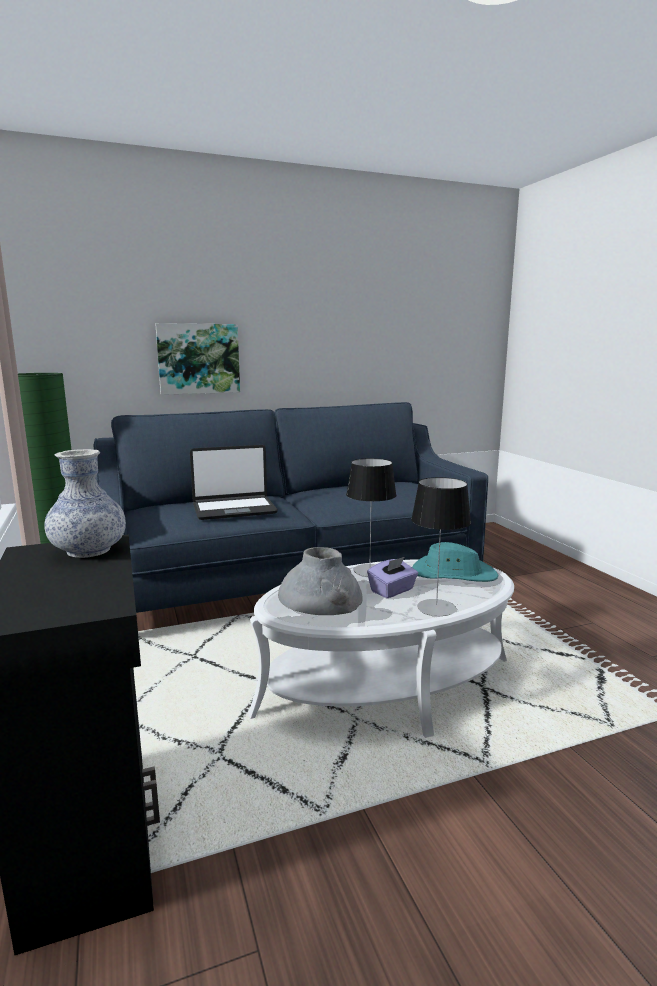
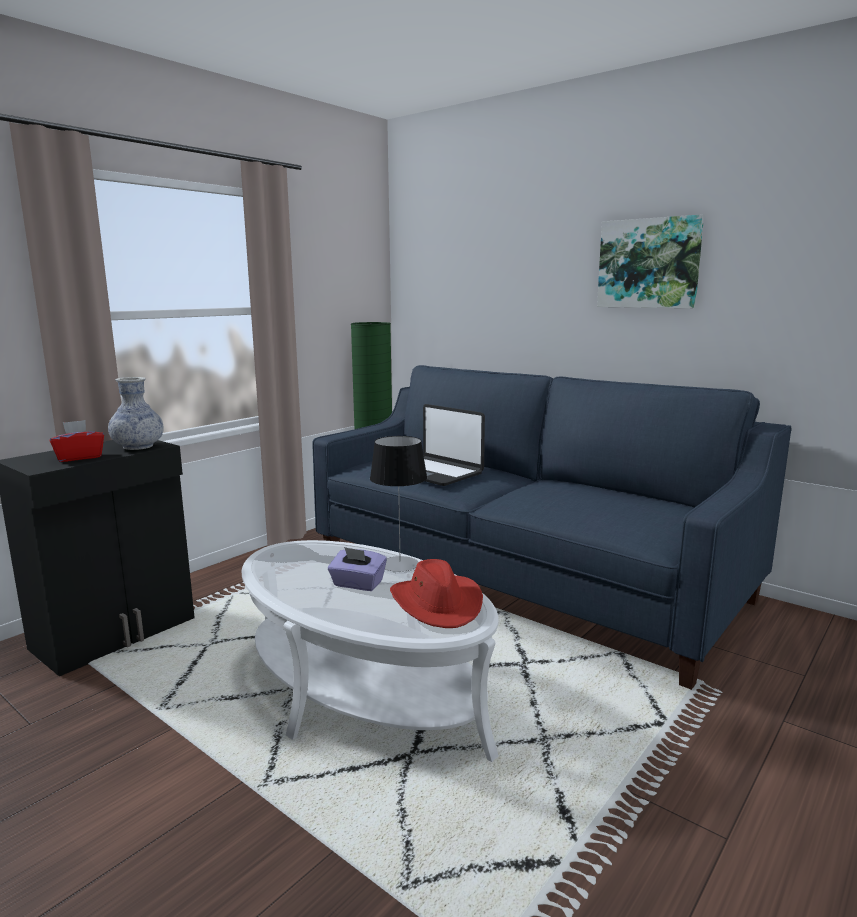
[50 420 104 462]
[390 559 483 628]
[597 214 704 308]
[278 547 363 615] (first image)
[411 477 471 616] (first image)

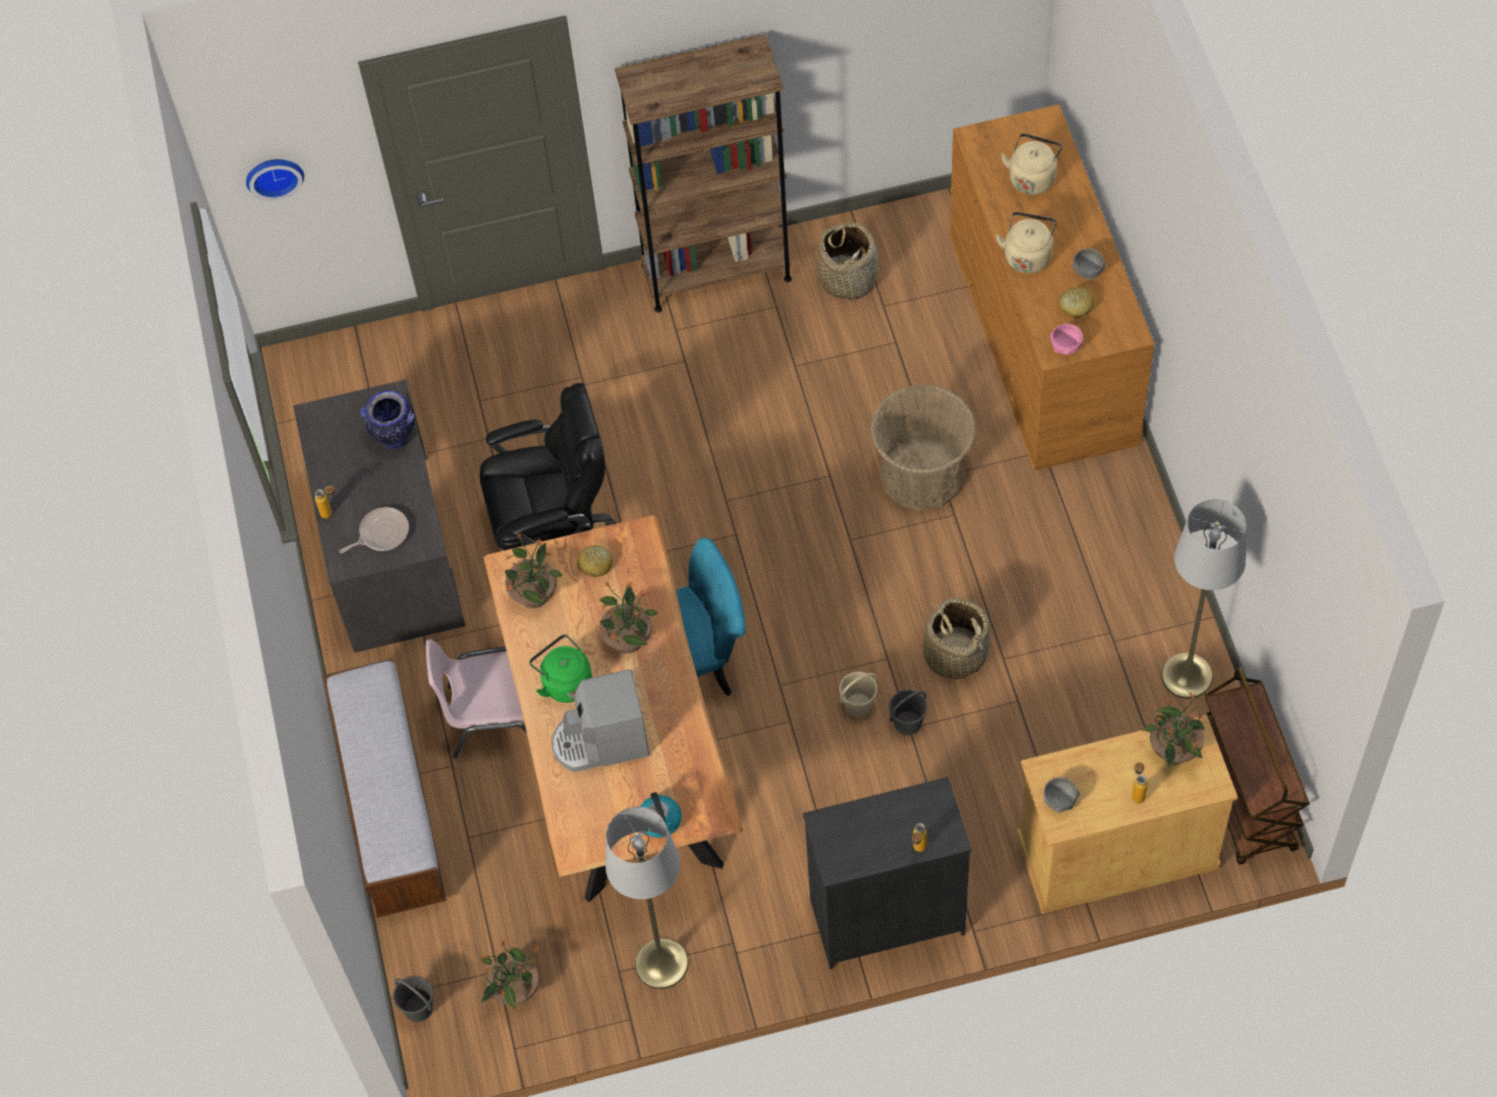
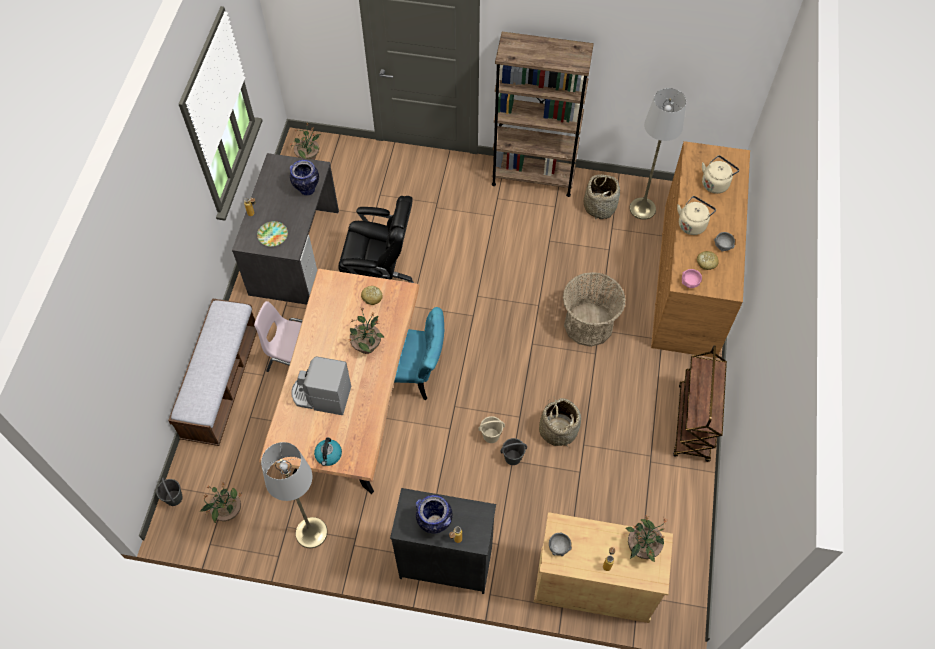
[257 221 288 247]
[290 122 321 160]
[416 495 453 533]
[629 88 686 220]
[673 346 727 462]
[246 159 304 200] (first image)
[529 634 592 703] (first image)

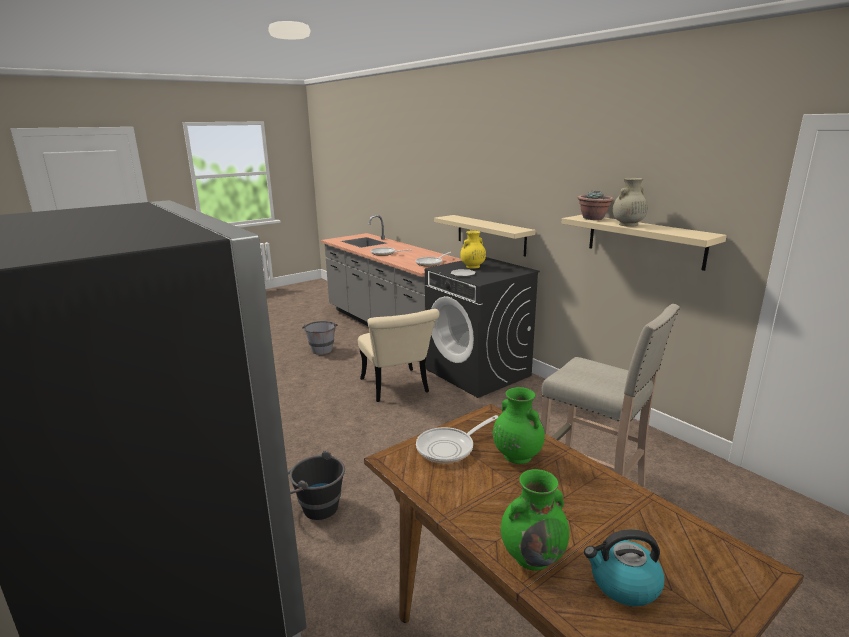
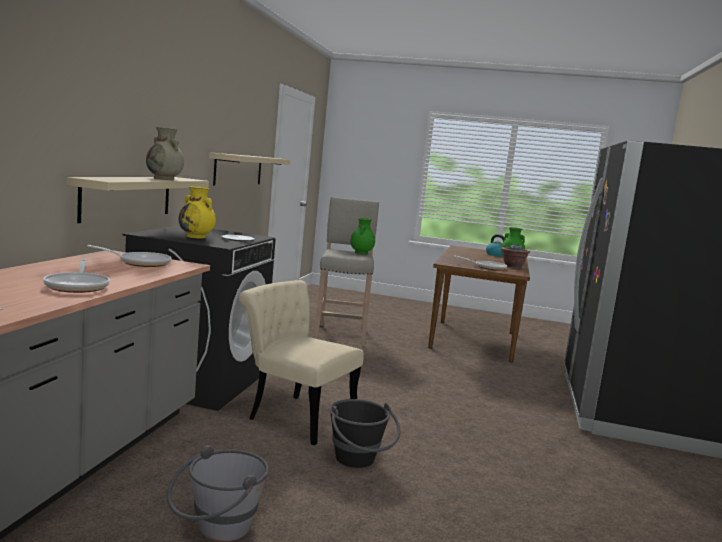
[146 127 184 180]
[239 280 364 445]
[329 399 400 468]
[350 218 375 254]
[501 244 530 268]

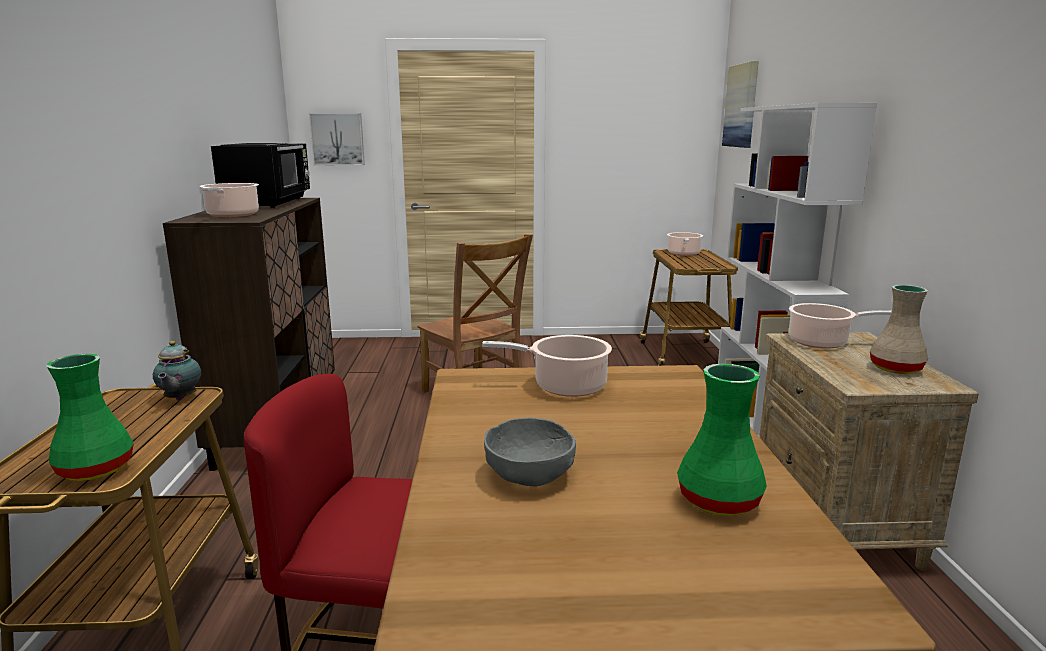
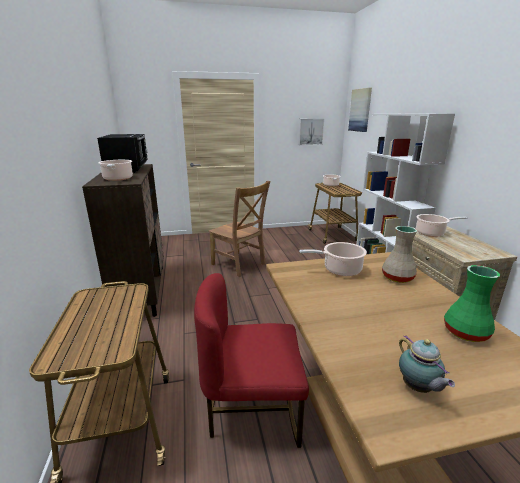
[298 119 324 145]
[382 226 417 283]
[399 335 455 393]
[46 354 134 481] (first image)
[484 418 576 487] (first image)

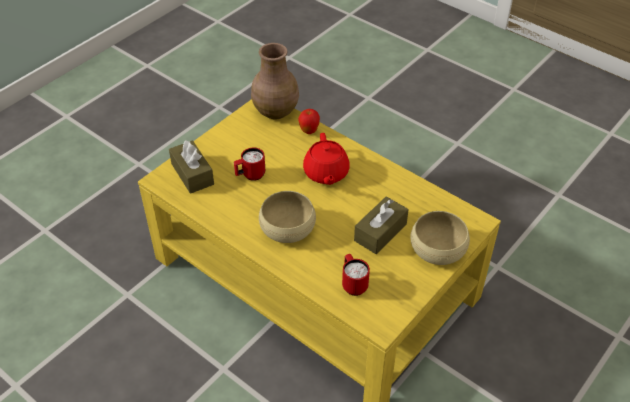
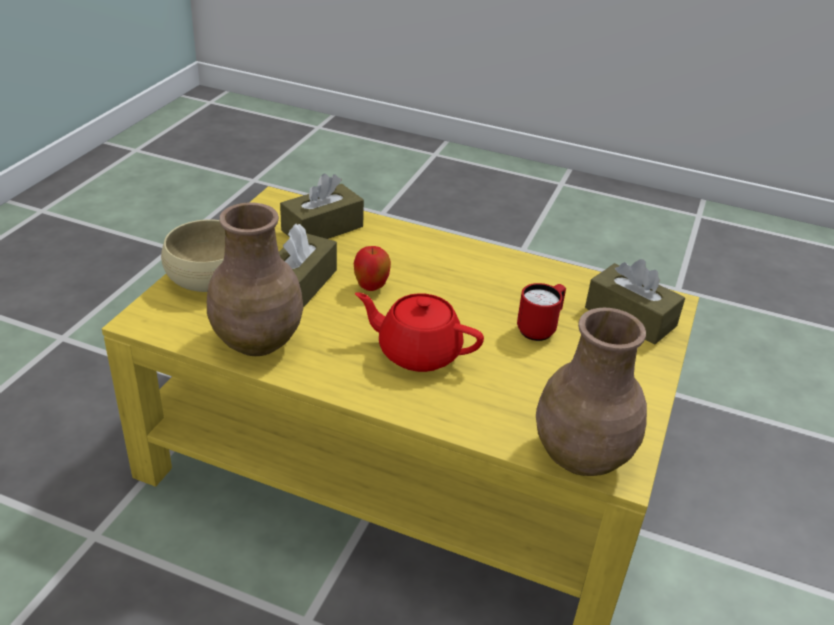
[207 202 303 356]
[280 174 364 239]
[354 246 391 291]
[355 292 484 372]
[259 191 316 243] (first image)

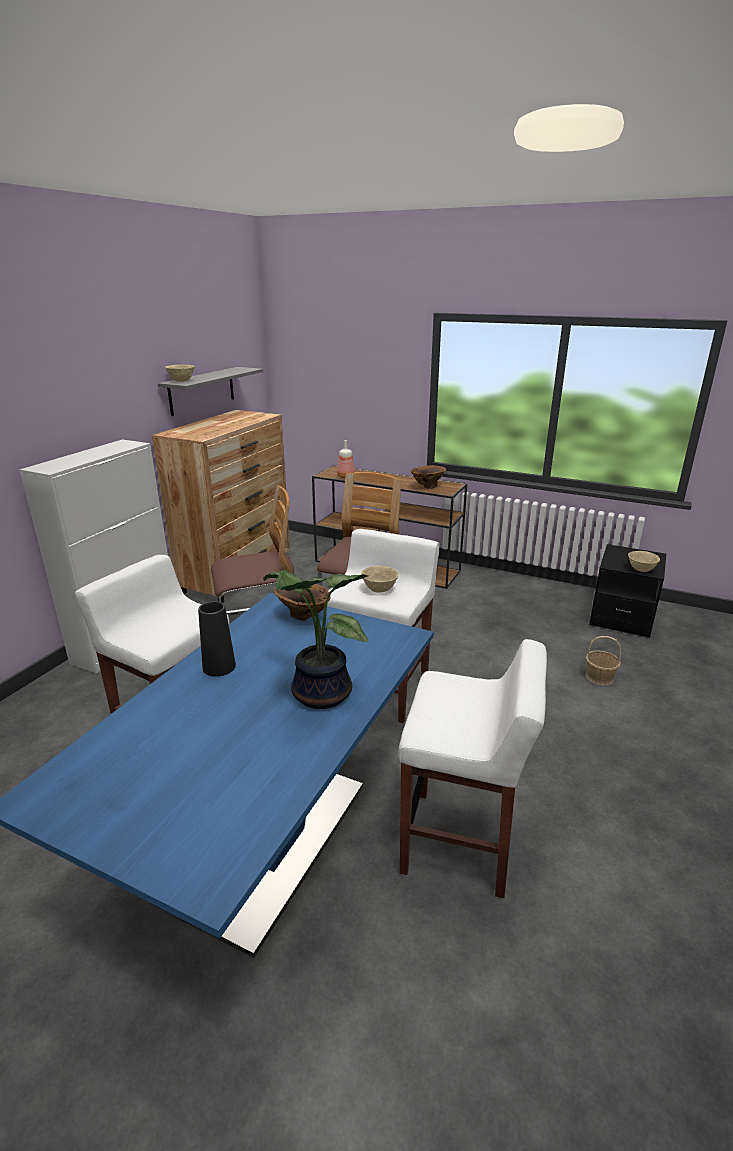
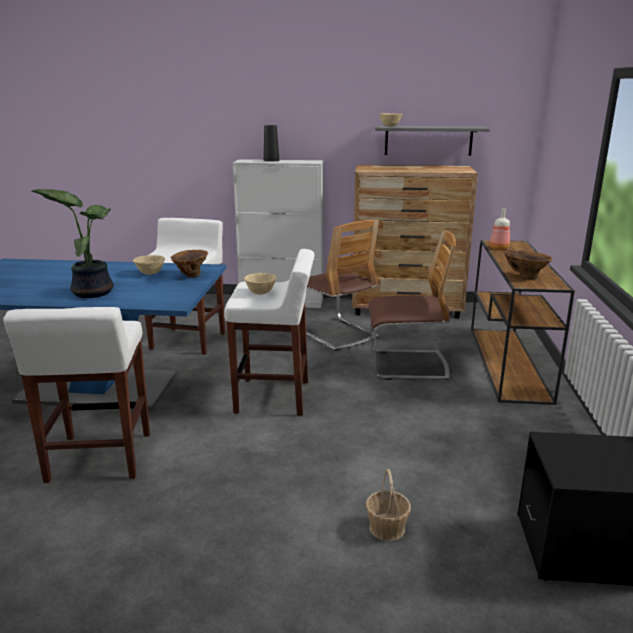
[133 255 165 275]
[264 125 279 162]

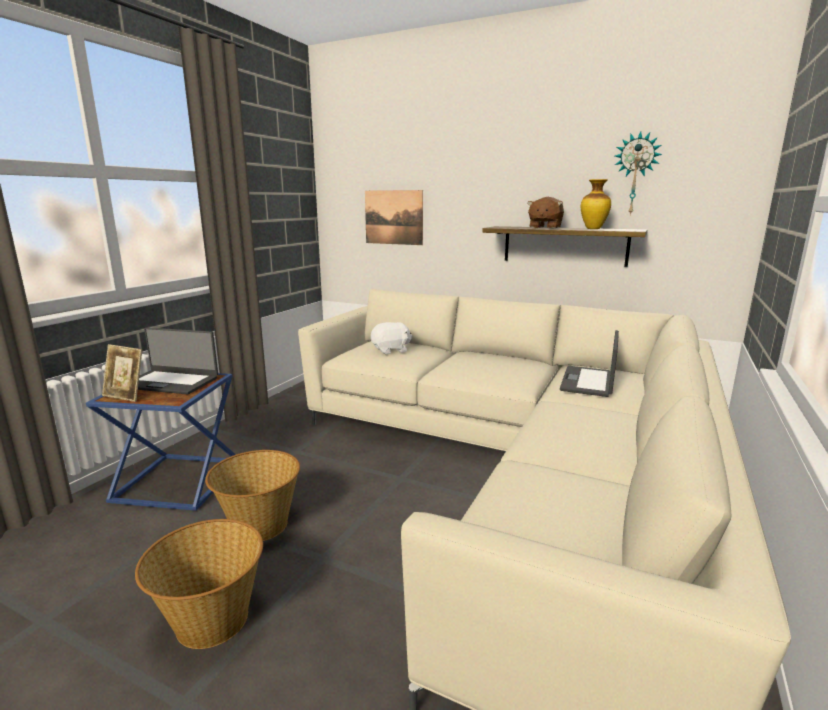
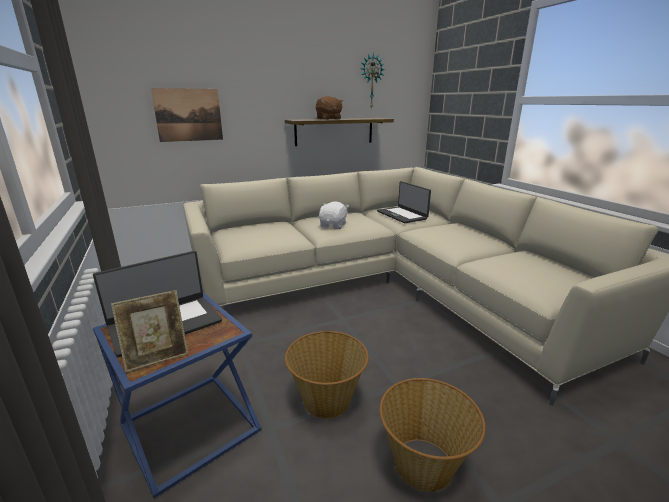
[319 201 349 229]
[581 179 611 229] (first image)

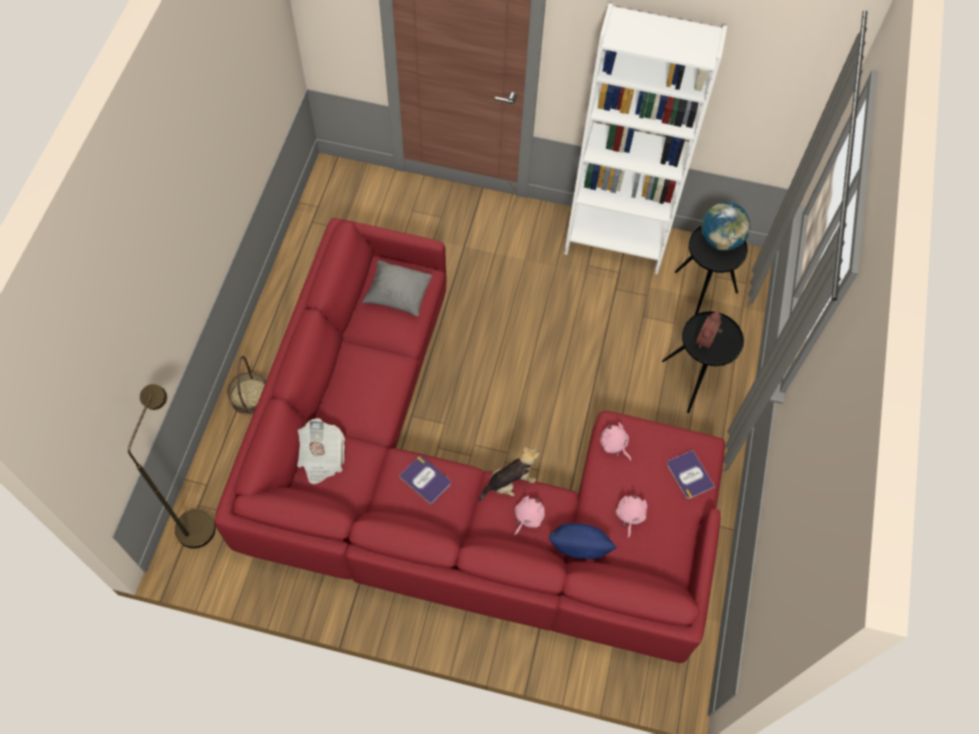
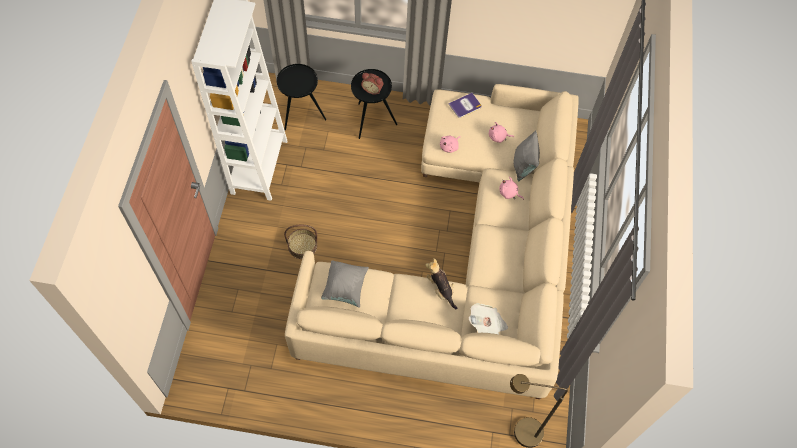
[284 225 317 259]
[285 84 579 399]
[425 258 458 310]
[513 130 540 182]
[399 456 451 505] (first image)
[701 202 751 251] (first image)

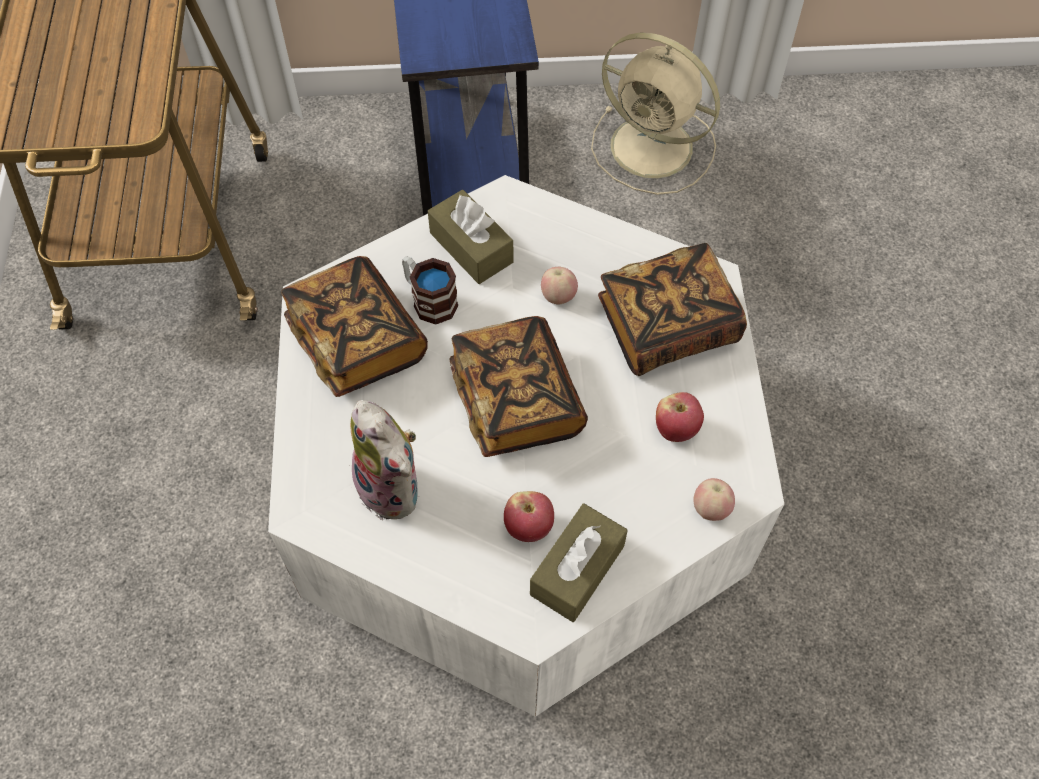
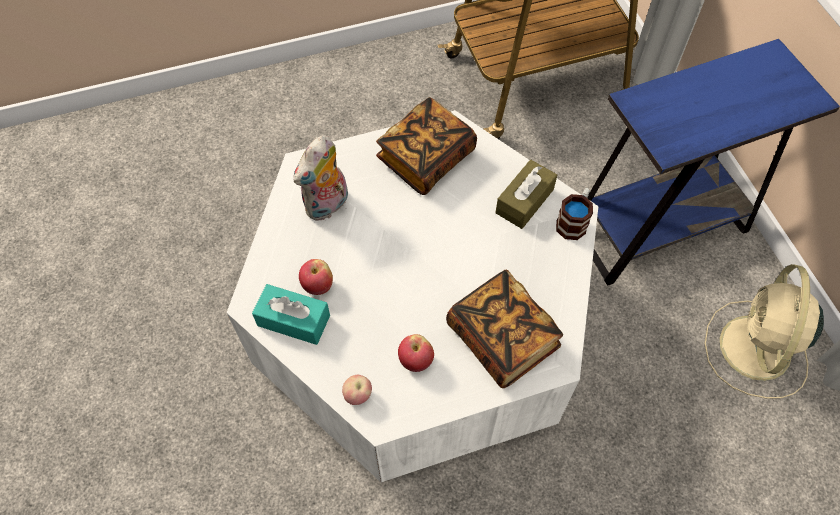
[252 284 330 345]
[556 188 593 240]
[450 316 588 457] (first image)
[541 267 578 305] (first image)

